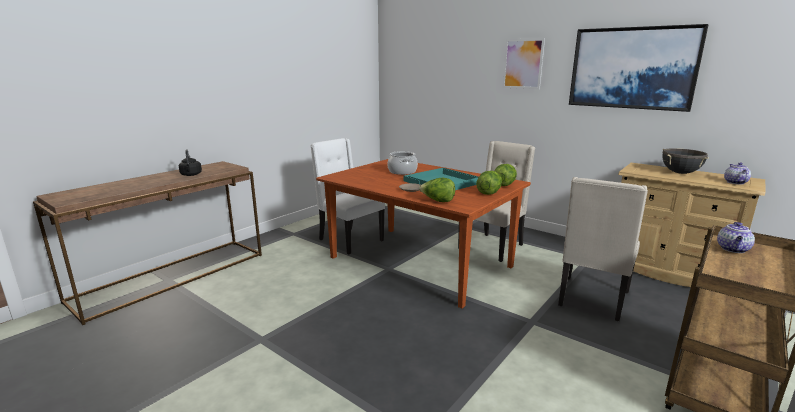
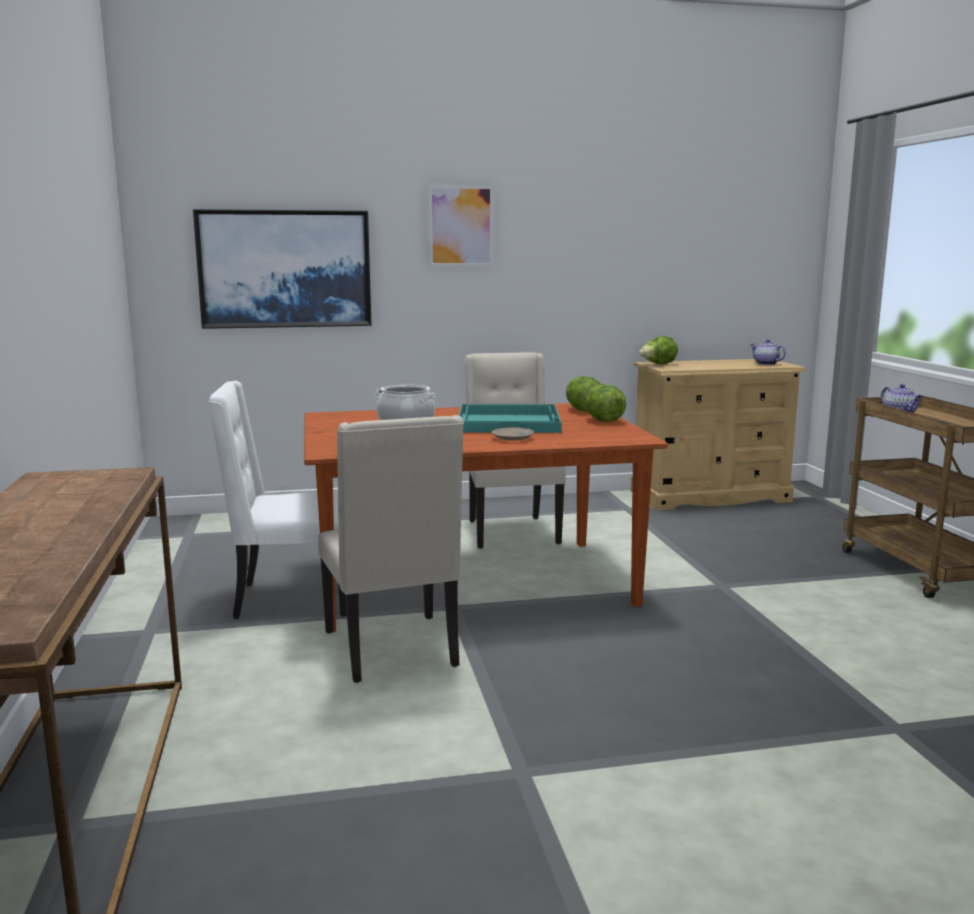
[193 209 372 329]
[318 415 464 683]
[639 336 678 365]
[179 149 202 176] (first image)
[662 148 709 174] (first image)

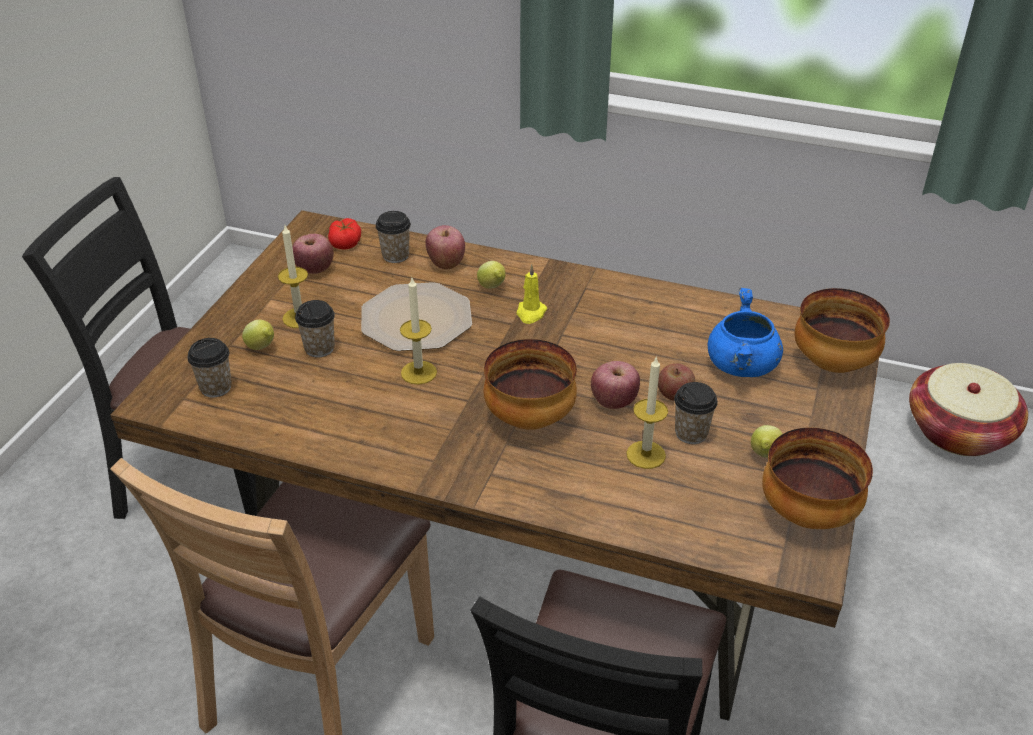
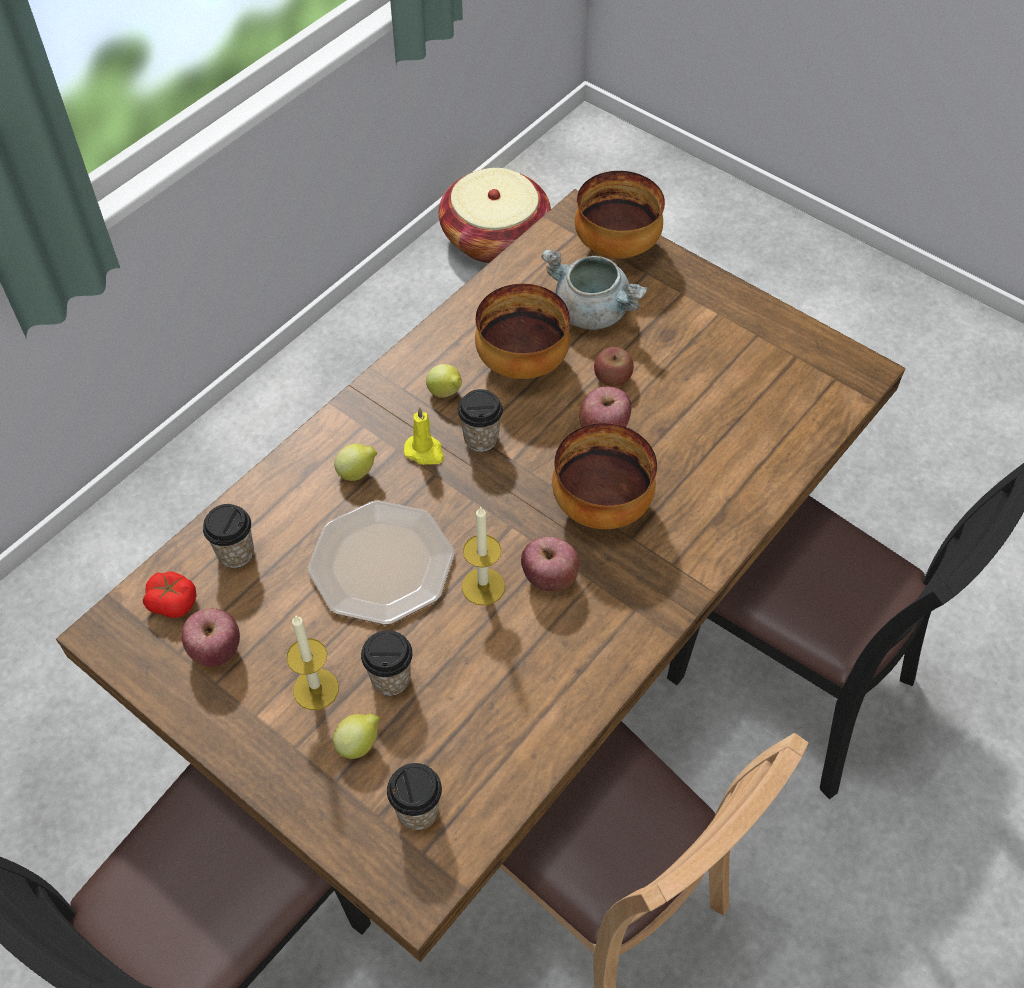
[426 364 462 398]
[458 389 503 452]
[475 284 570 379]
[521 537 579 592]
[541 249 648 330]
[626 356 668 469] (first image)

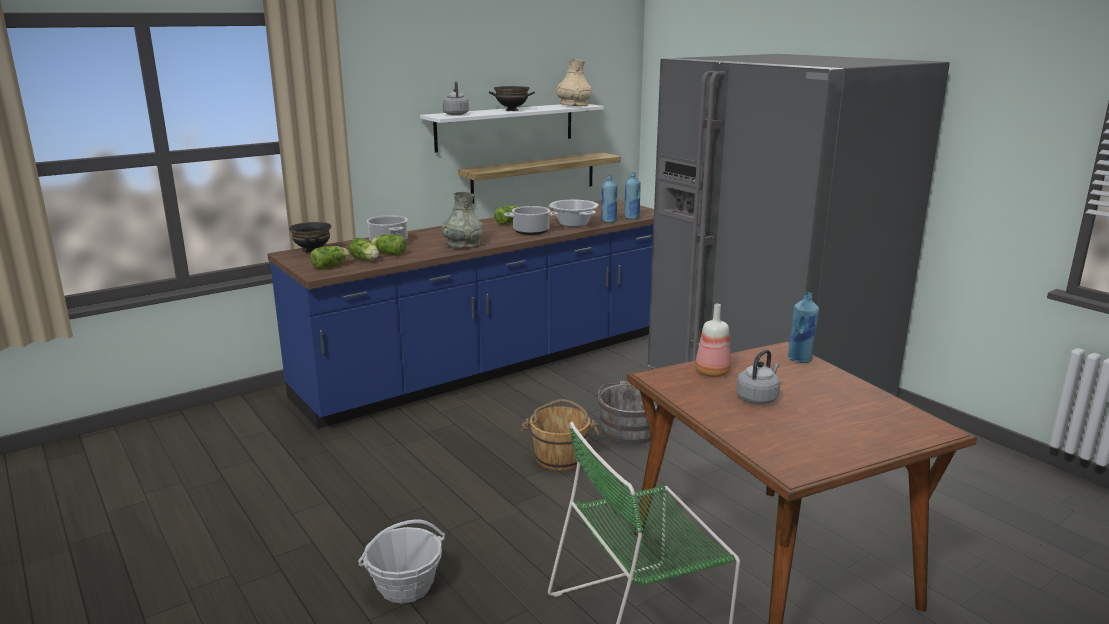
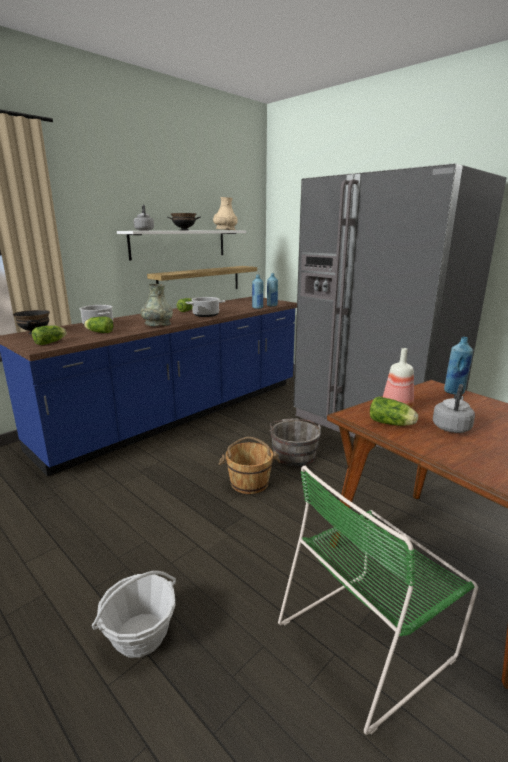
[370 396 418 426]
[549 200 598 227] (first image)

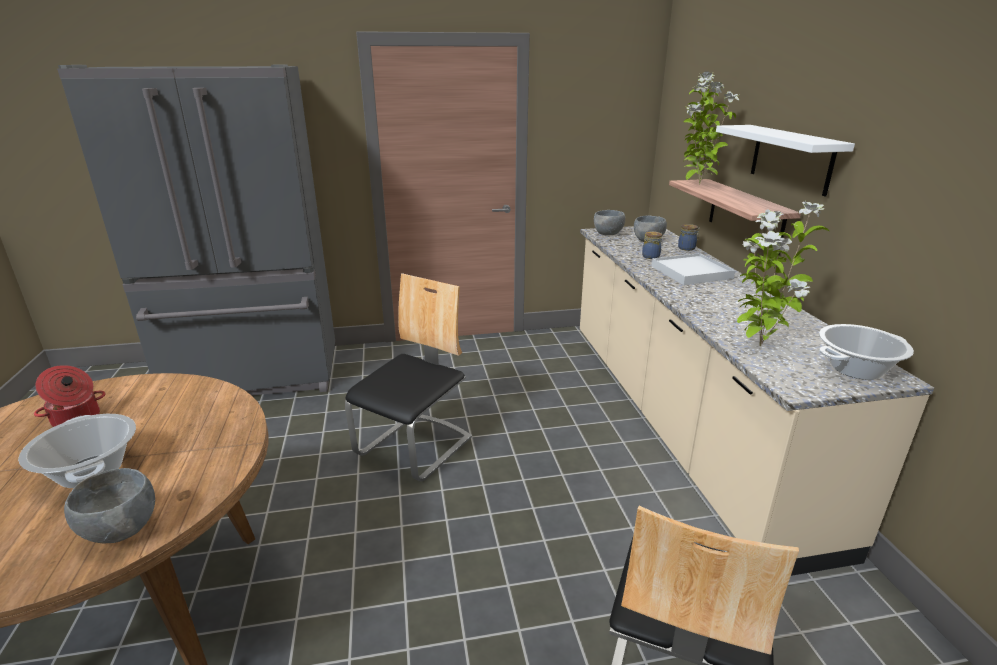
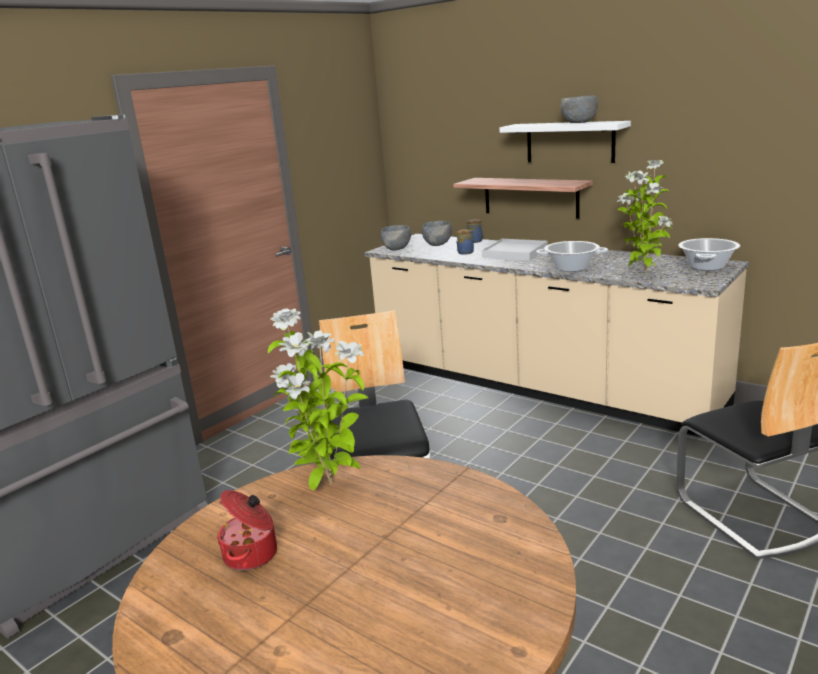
[268 309 368 490]
[536 241 608 272]
[561 95 598 123]

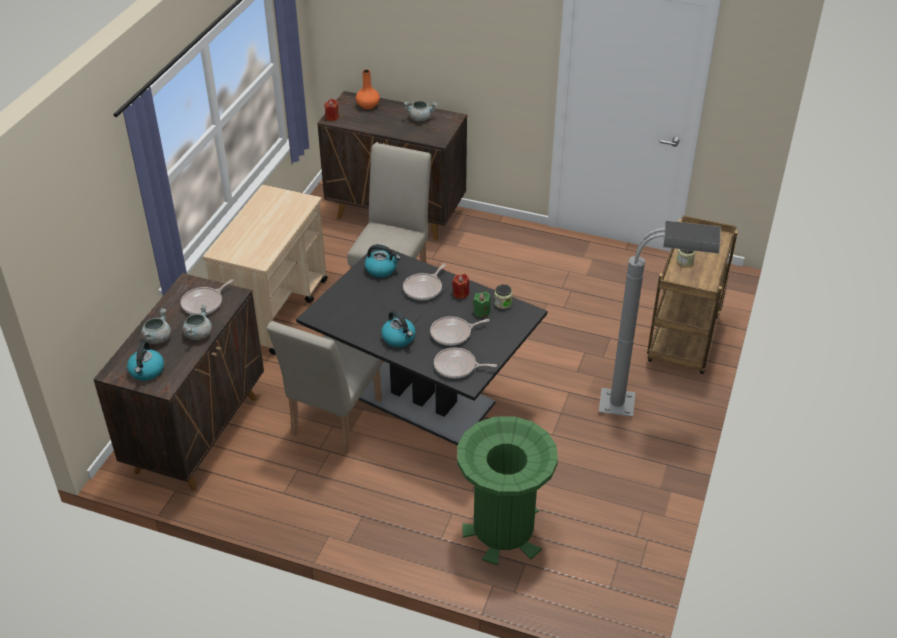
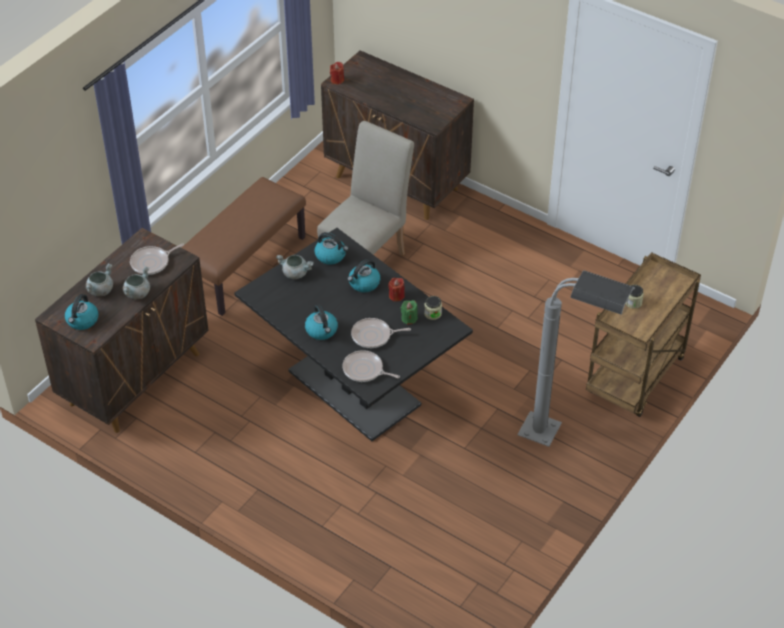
[182 177 306 316]
[276 255 314 279]
[347 259 380 292]
[266 321 382 454] (first image)
[356 69 380 109] (first image)
[457 416 558 565] (first image)

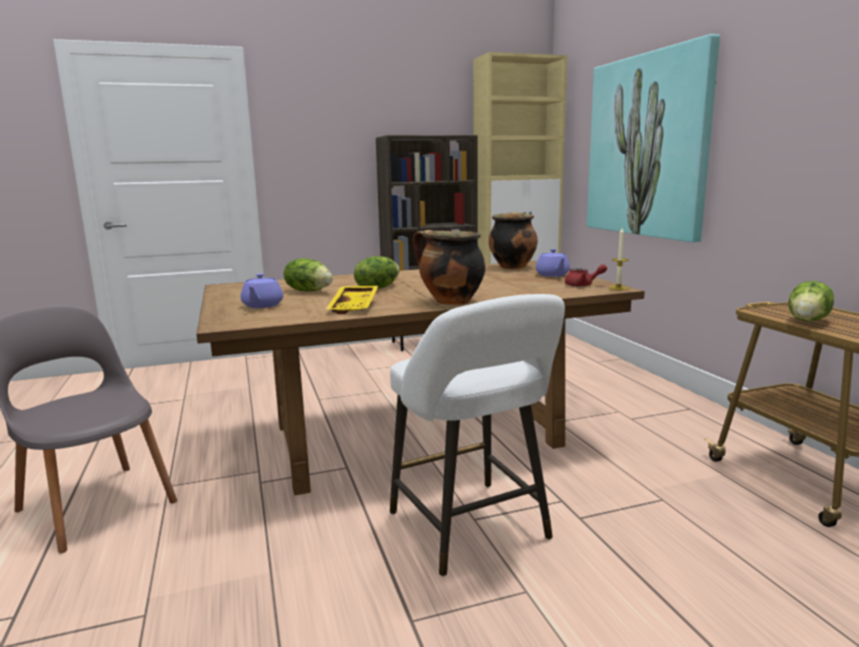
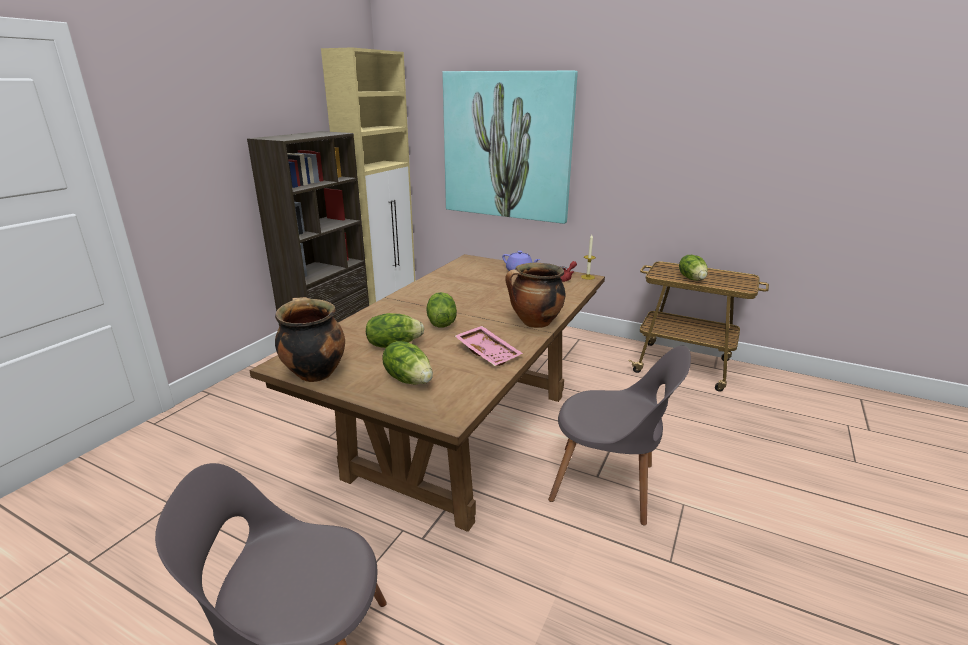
[275 297 345 382]
[382 341 433 384]
[455 326 523 366]
[548 346 691 526]

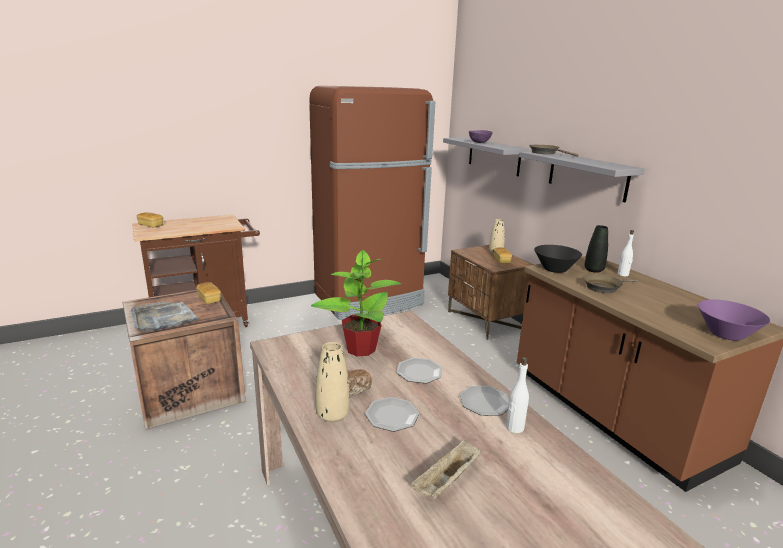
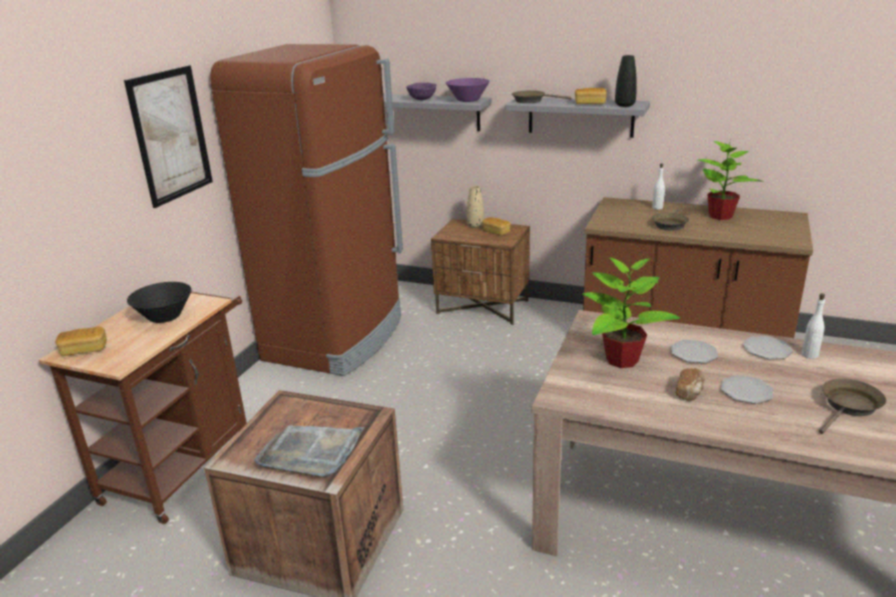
[124 65 213 208]
[127 282 192 323]
[446 78 490 102]
[575 88 607 104]
[615 55 637 107]
[698 140 762 220]
[819 378 886 434]
[315 342 350 422] (first image)

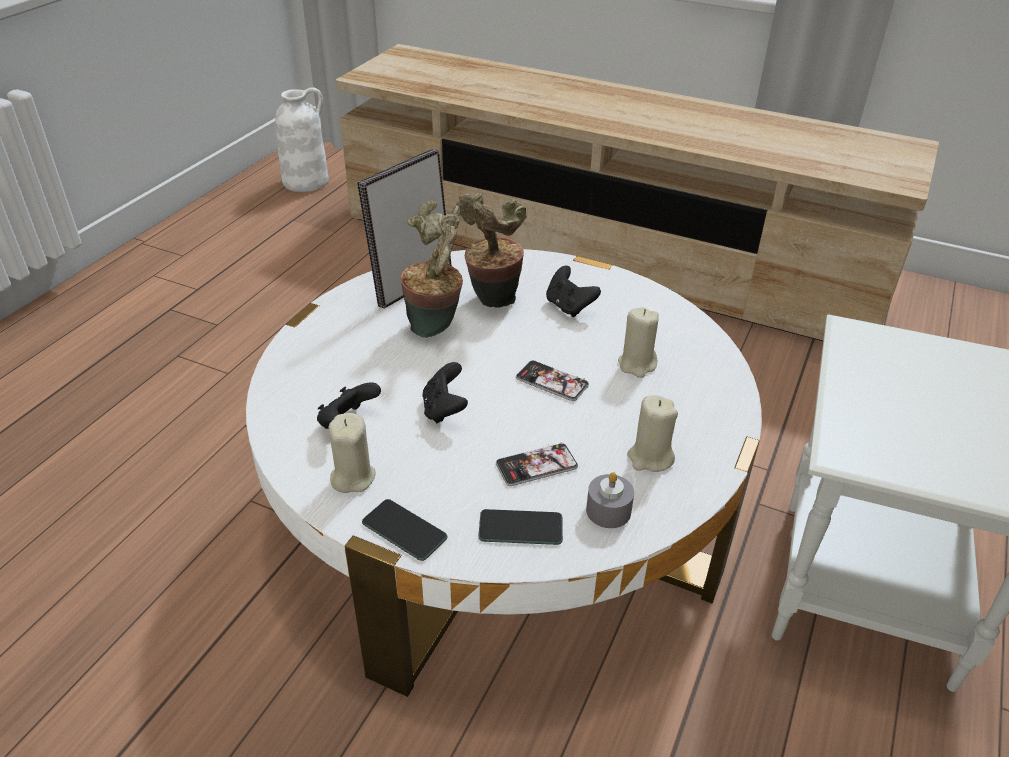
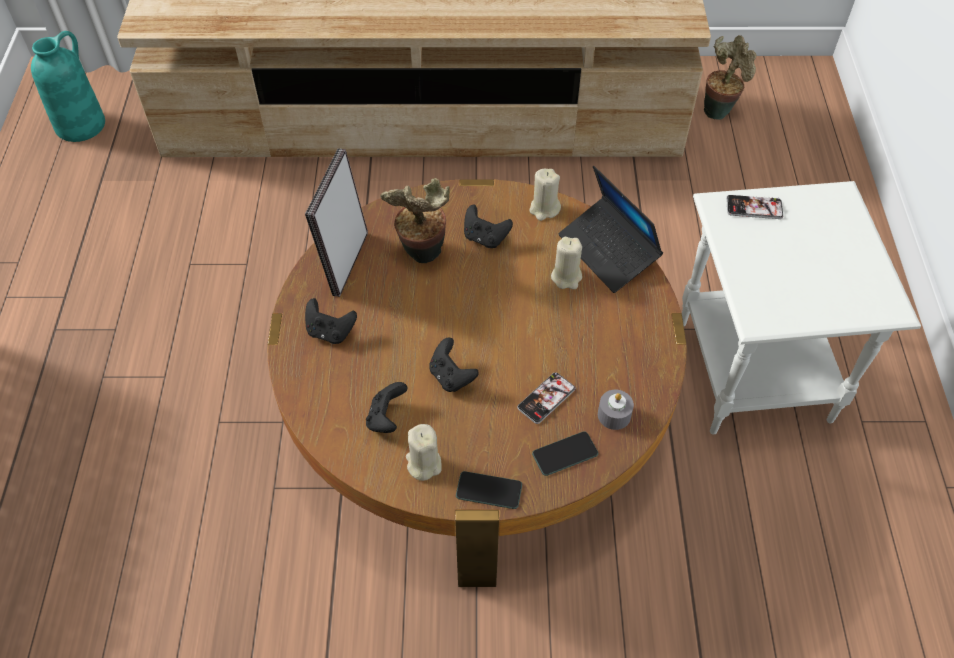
[31 31 105 142]
[268 179 686 587]
[305 298 357 344]
[529 169 561 221]
[559 166 663 293]
[704 35 757 120]
[726 195 783 219]

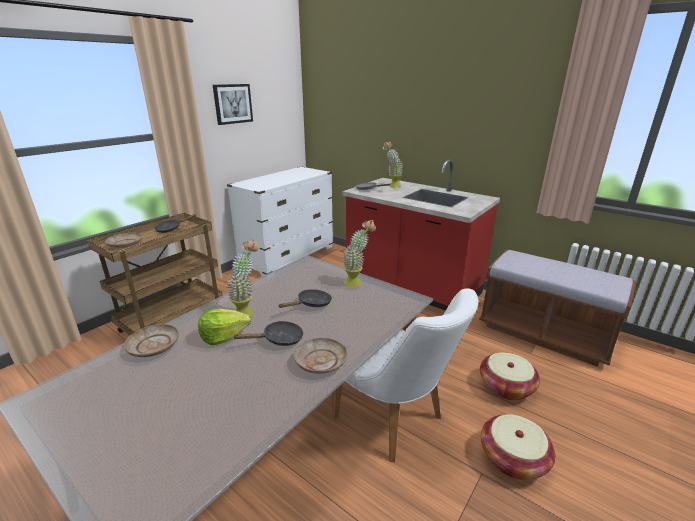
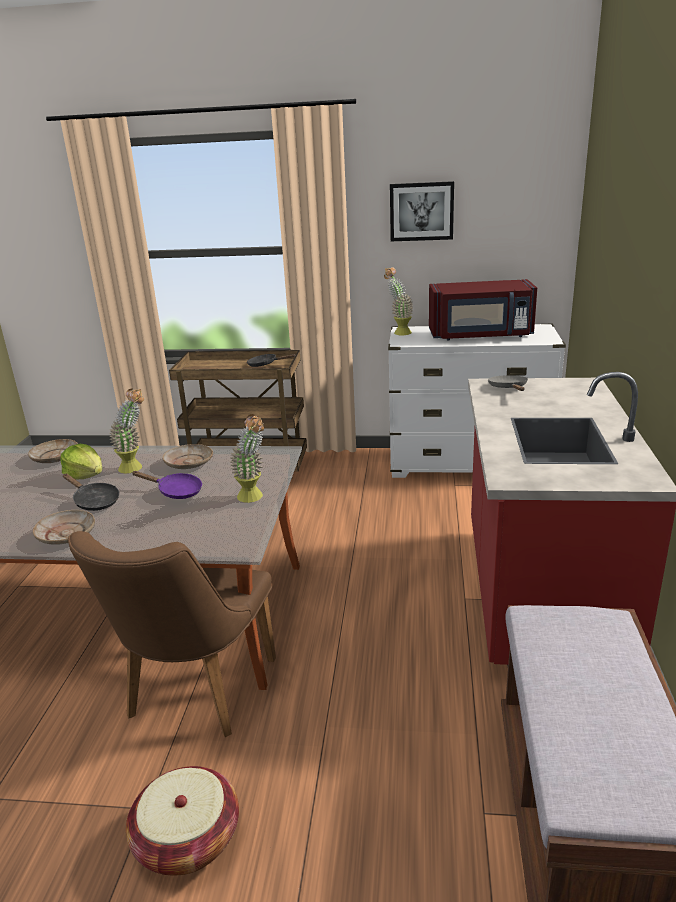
[68 531 276 737]
[132 471 202 499]
[162 444 213 469]
[384 267 413 335]
[429 279 537 340]
[480 352 540 401] (first image)

